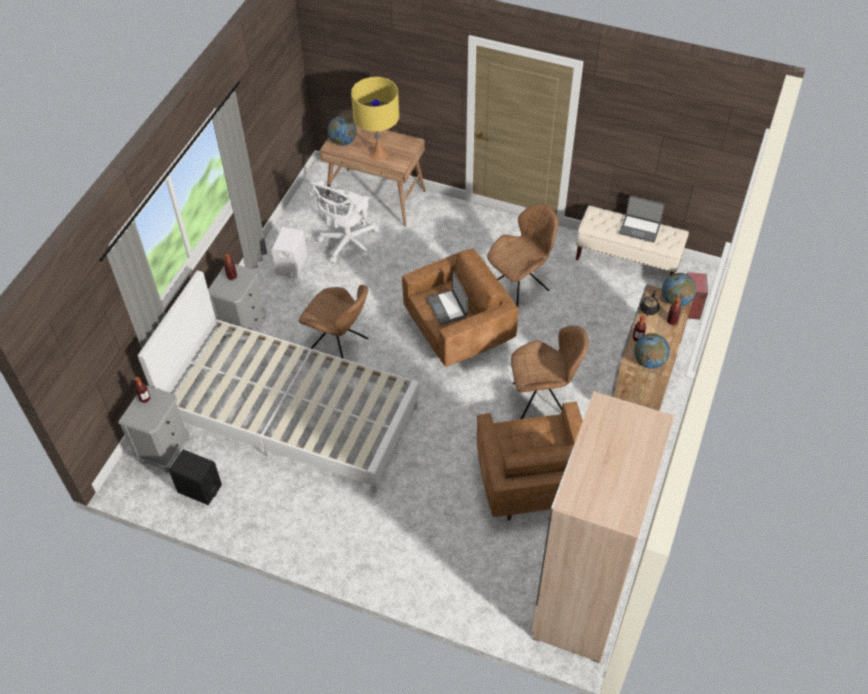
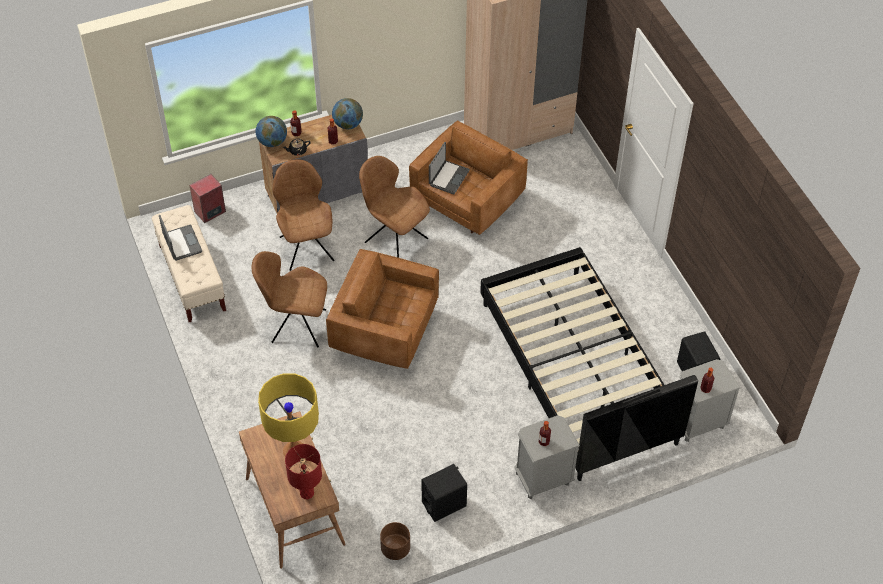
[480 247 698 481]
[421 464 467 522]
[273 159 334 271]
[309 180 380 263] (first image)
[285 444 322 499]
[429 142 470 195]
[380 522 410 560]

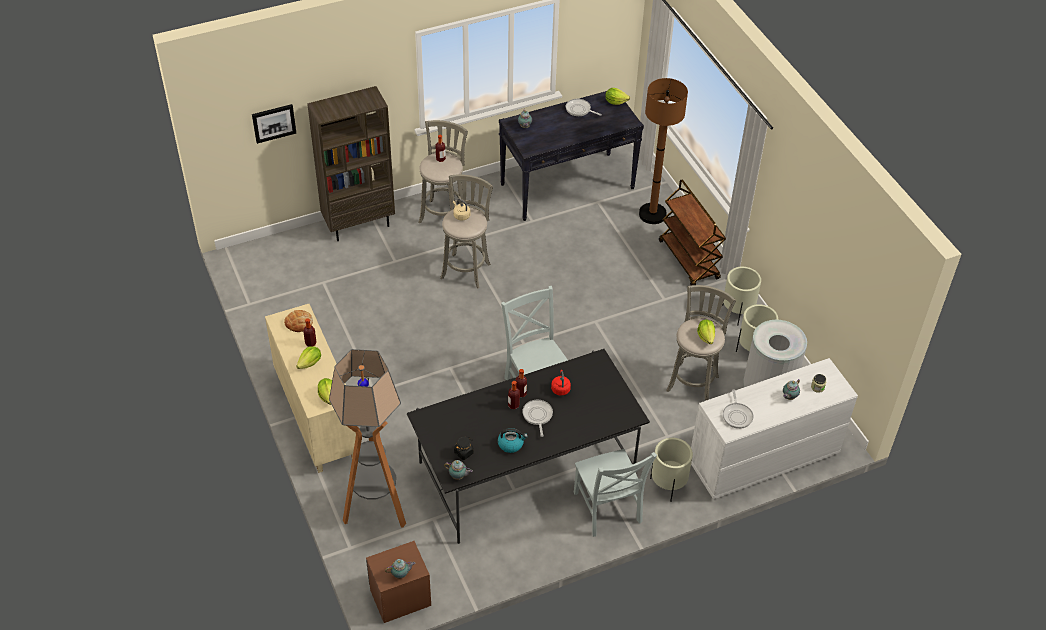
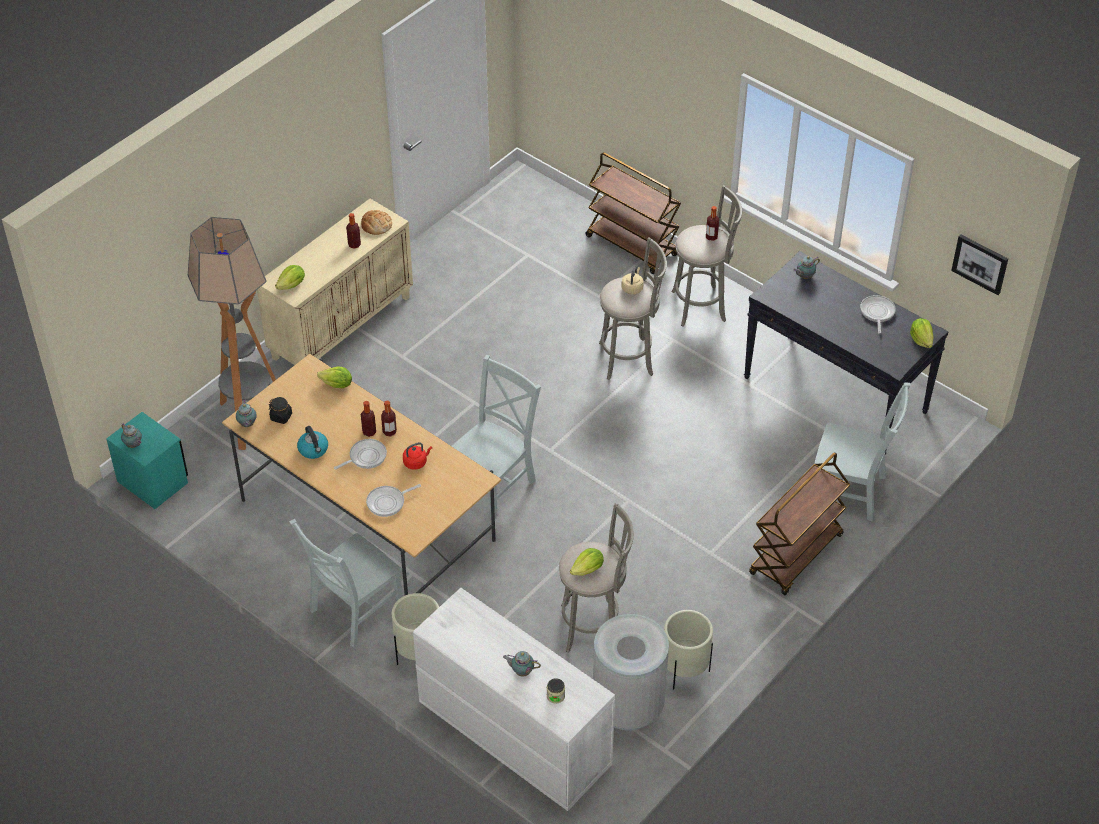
[951 234 1008 295]
[317 367 352 388]
[586 152 681 274]
[106 412 188 509]
[222 354 501 595]
[814 383 911 522]
[722 267 761 326] (first image)
[366 484 421 517]

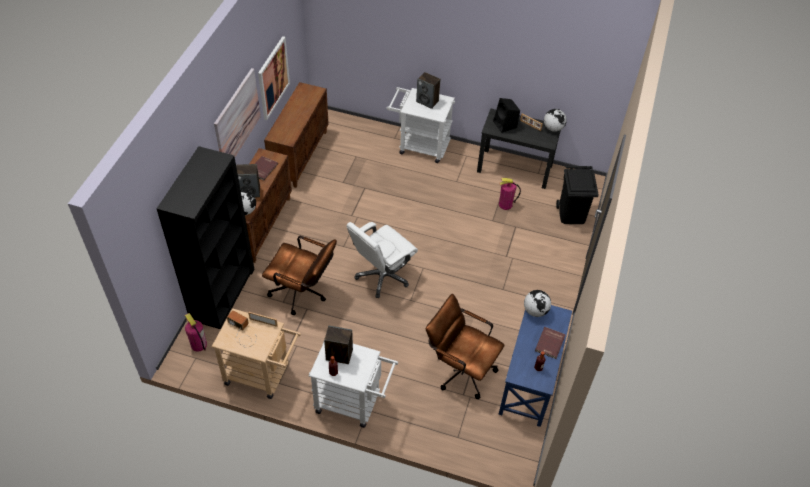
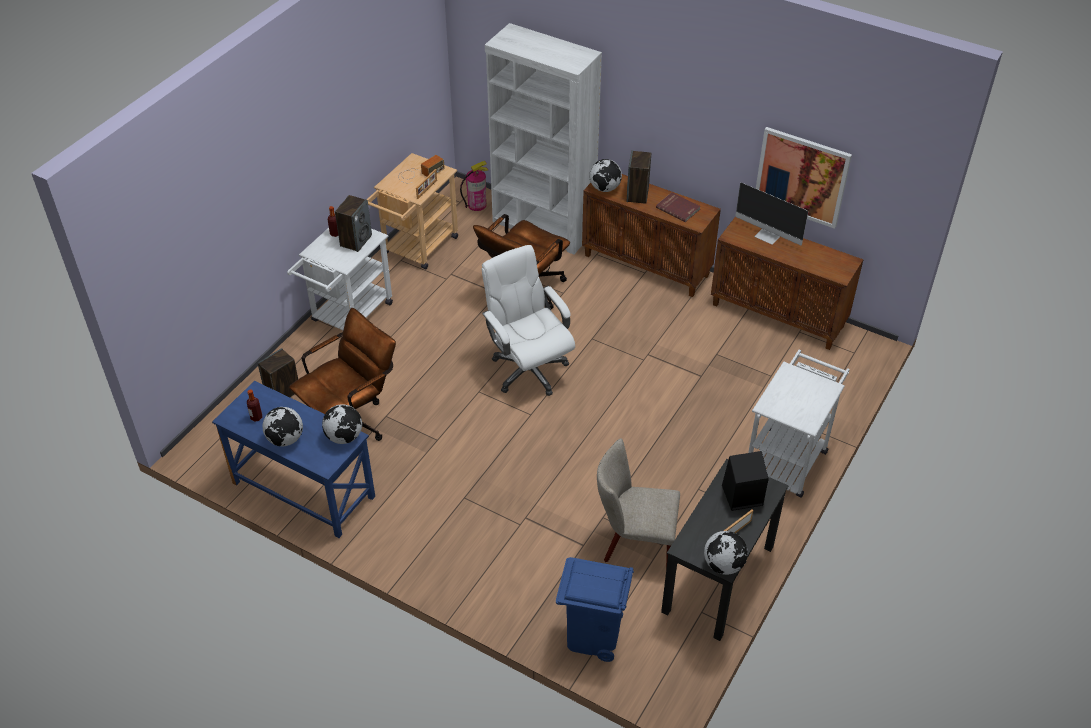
[485 23 602 254]
[214 68 261 157] (first image)
[258 348 298 397]
[597 438 680 569]
[262 407 303 447]
[556 557 634 662]
[735 182 808 245]

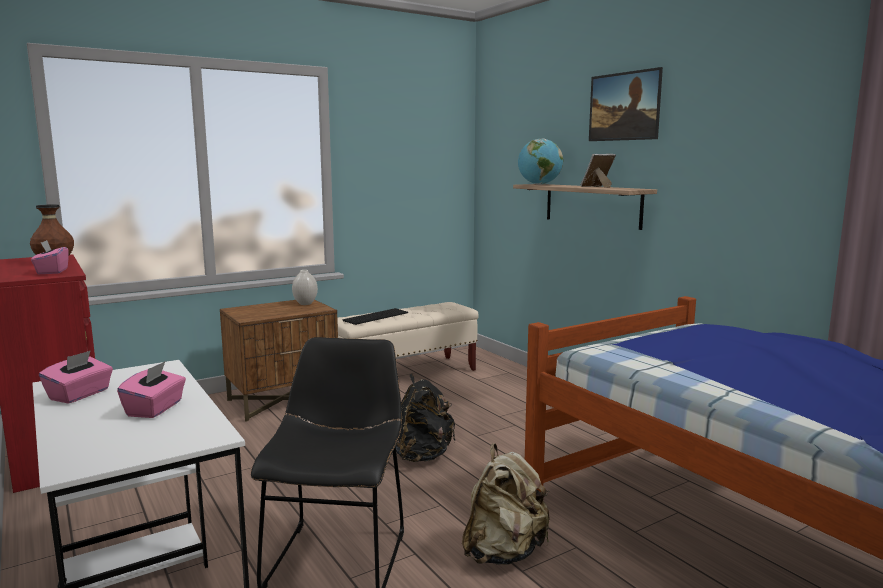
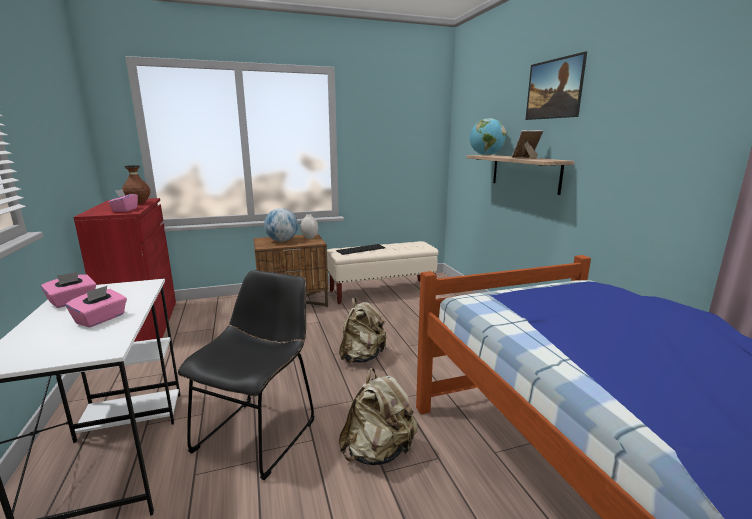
[339 298 387 363]
[264 208 298 242]

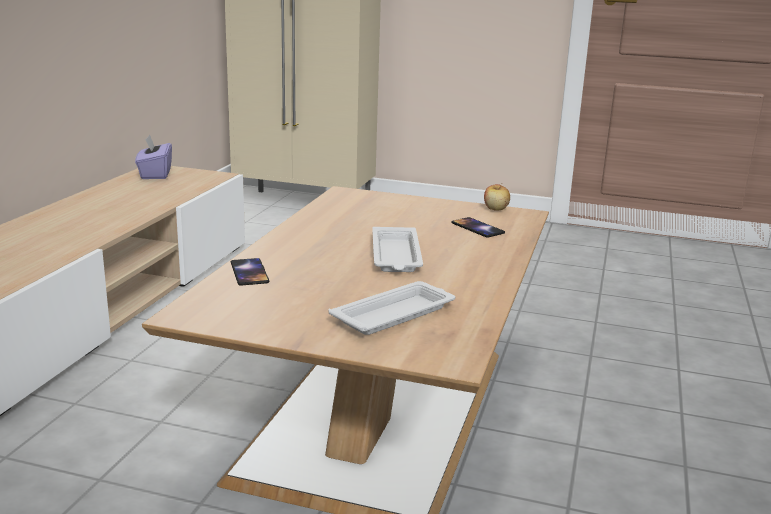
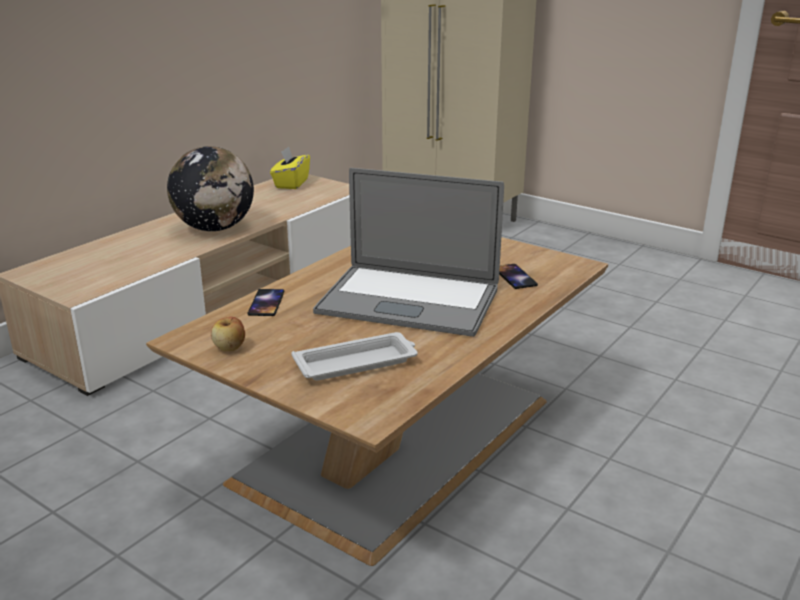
[270 146 310 189]
[313 168 504 337]
[211 317 245 351]
[167 146 254 231]

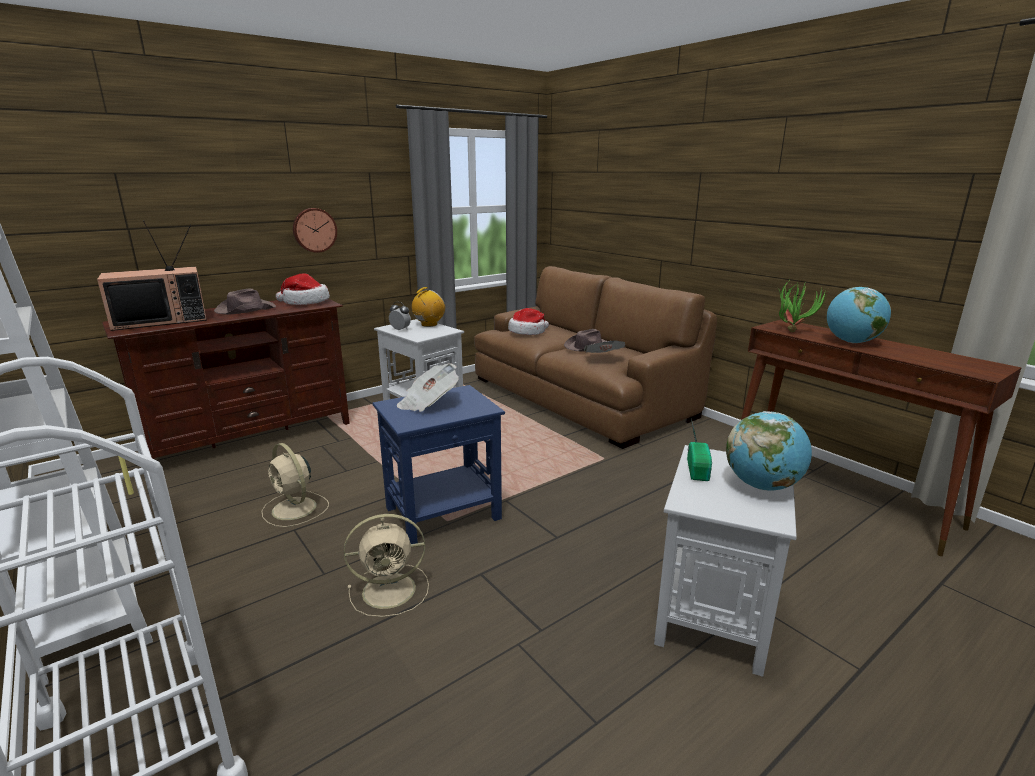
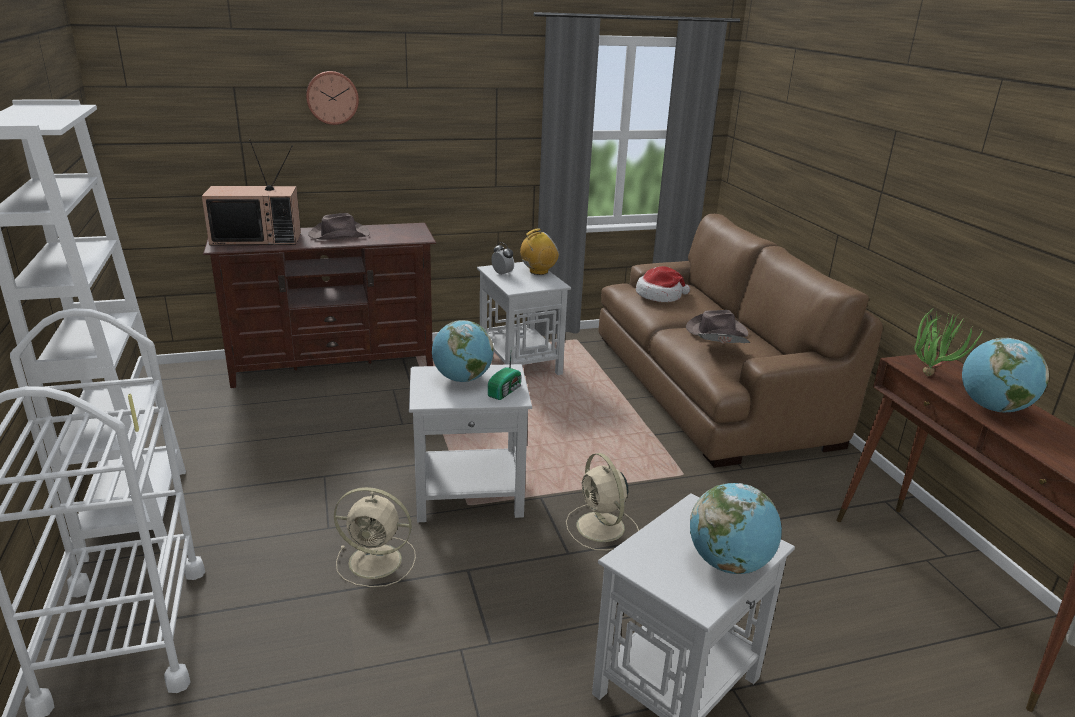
[566 453 639 551]
[276 273 330 305] (first image)
[306 71 359 125]
[409 364 532 522]
[432 320 494 382]
[488 353 522 400]

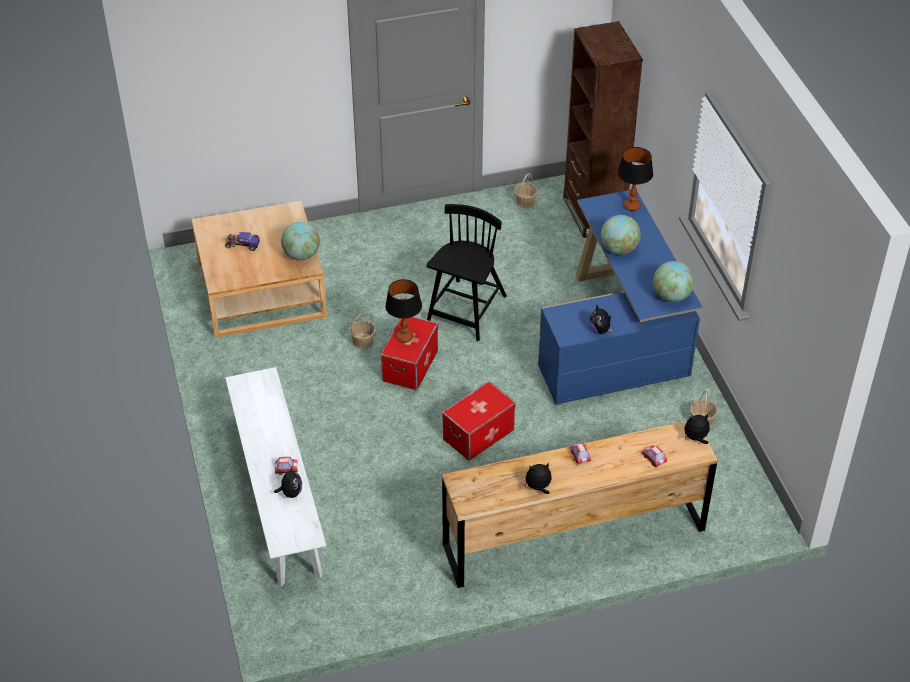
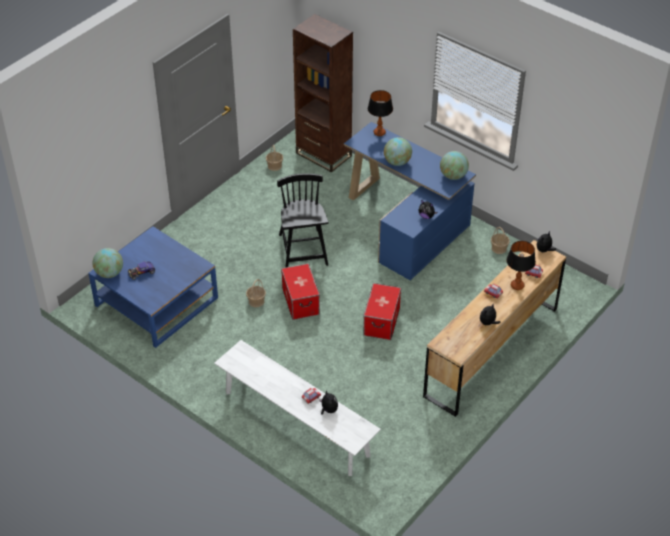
[88 226 218 348]
[93 248 123 278]
[506 241 536 290]

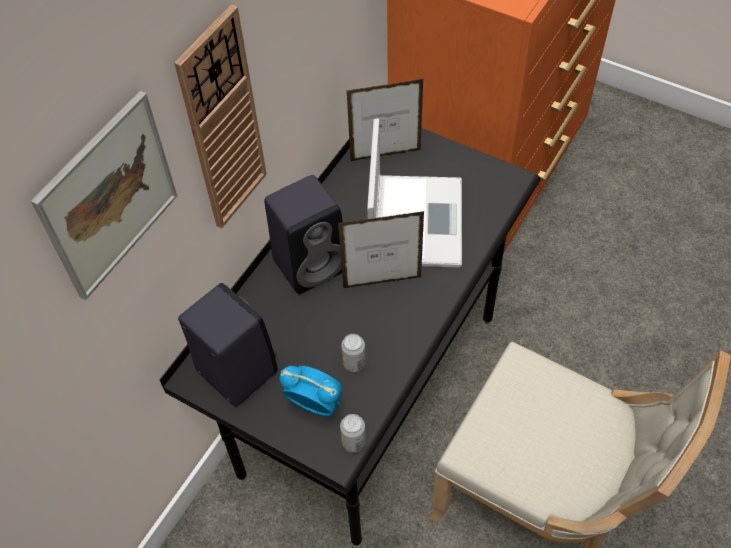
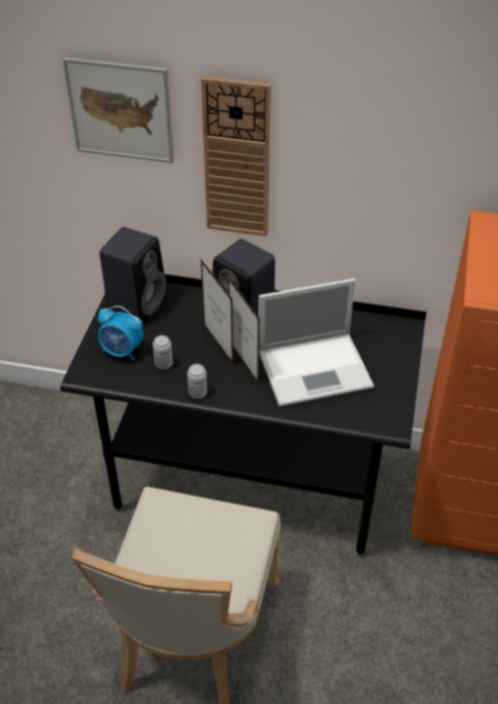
[98 306 143 361]
[187 364 207 399]
[200 258 234 365]

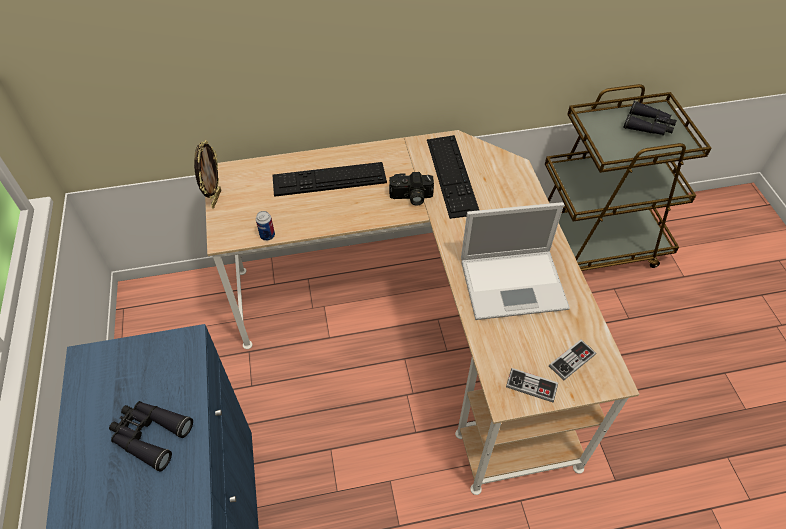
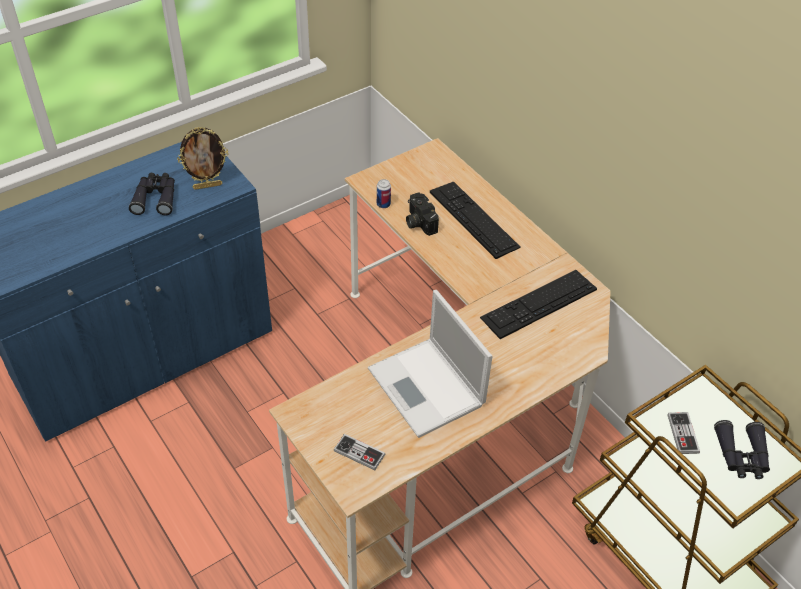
[177 127 228 190]
[406 192 439 236]
[668 412 700 454]

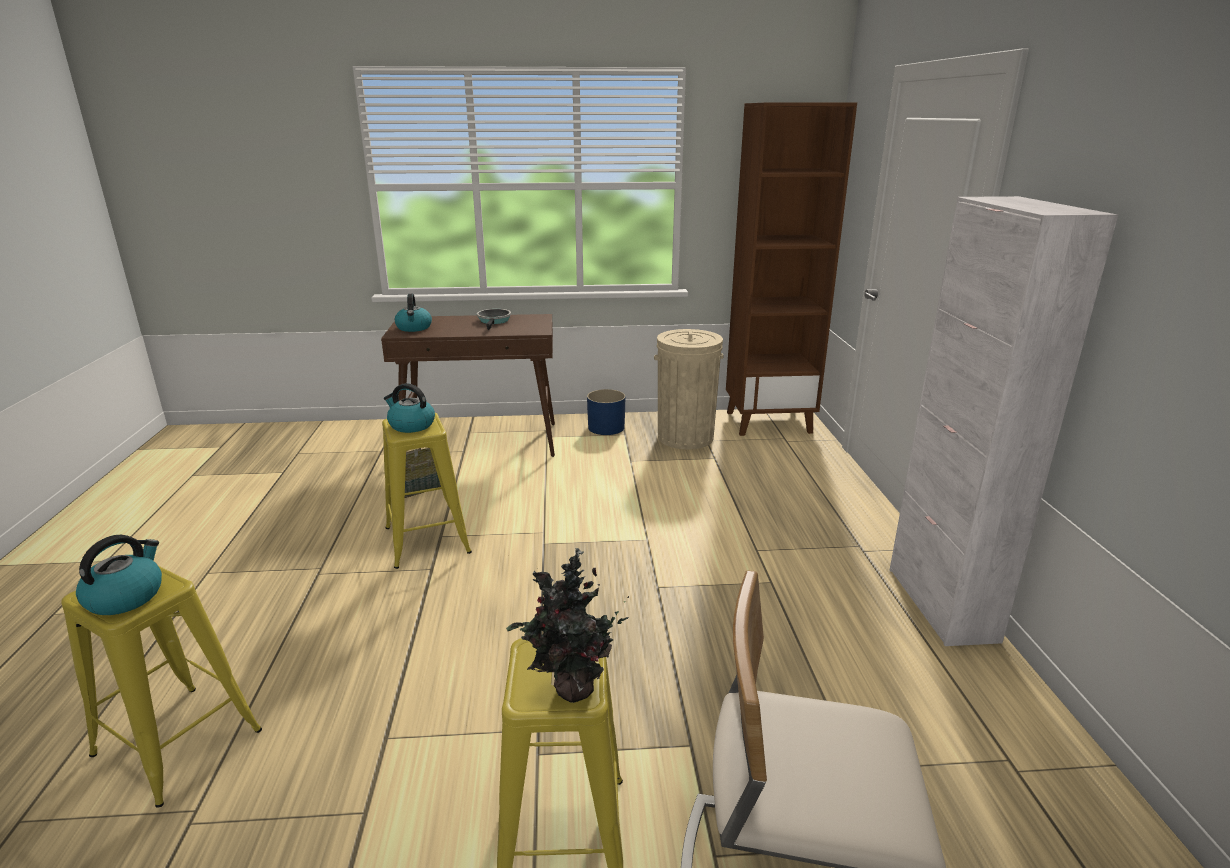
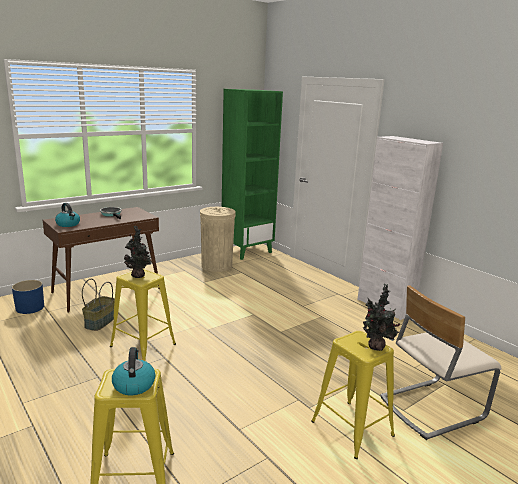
[124 226 152 278]
[12 280 44 314]
[222 89 283 260]

